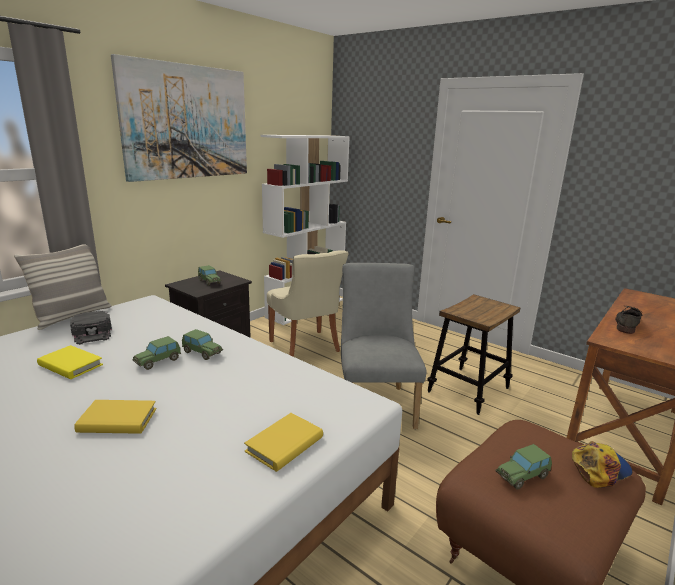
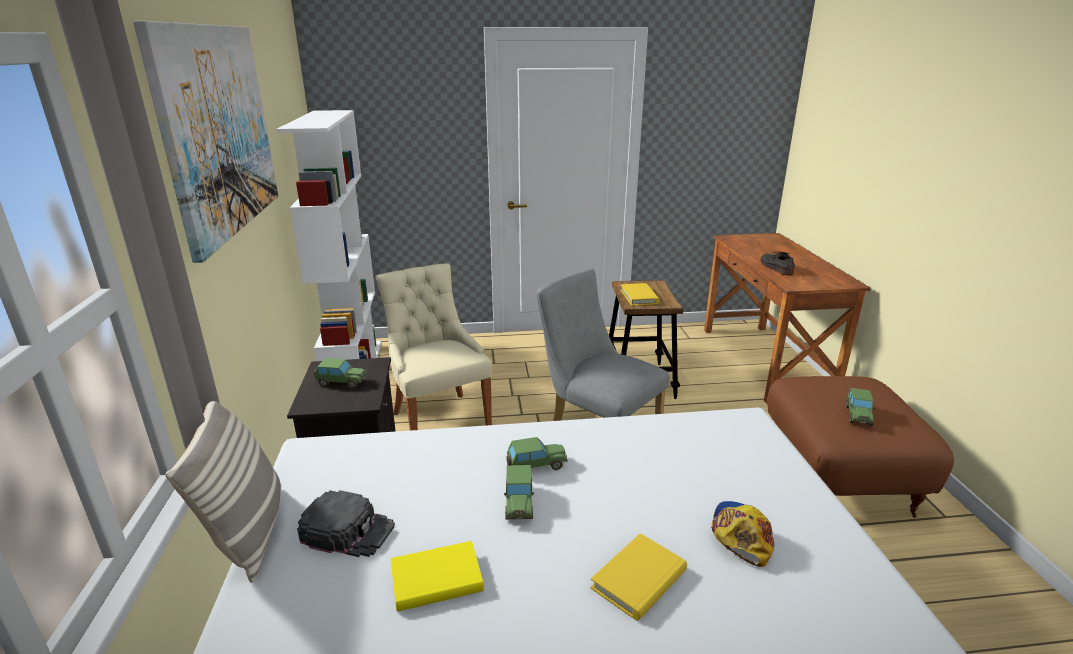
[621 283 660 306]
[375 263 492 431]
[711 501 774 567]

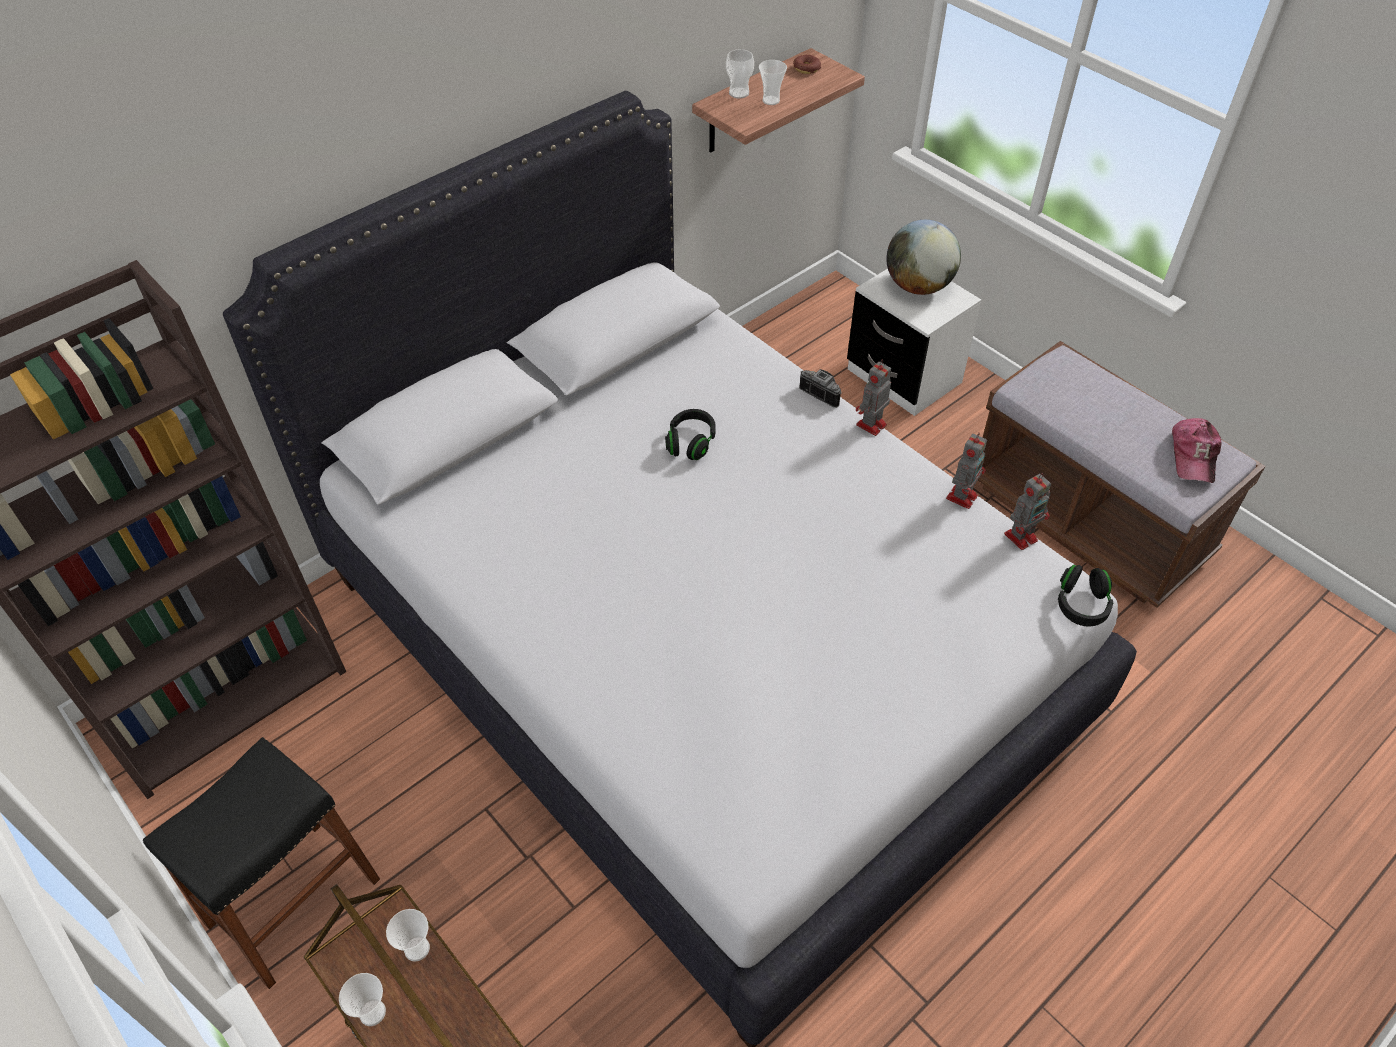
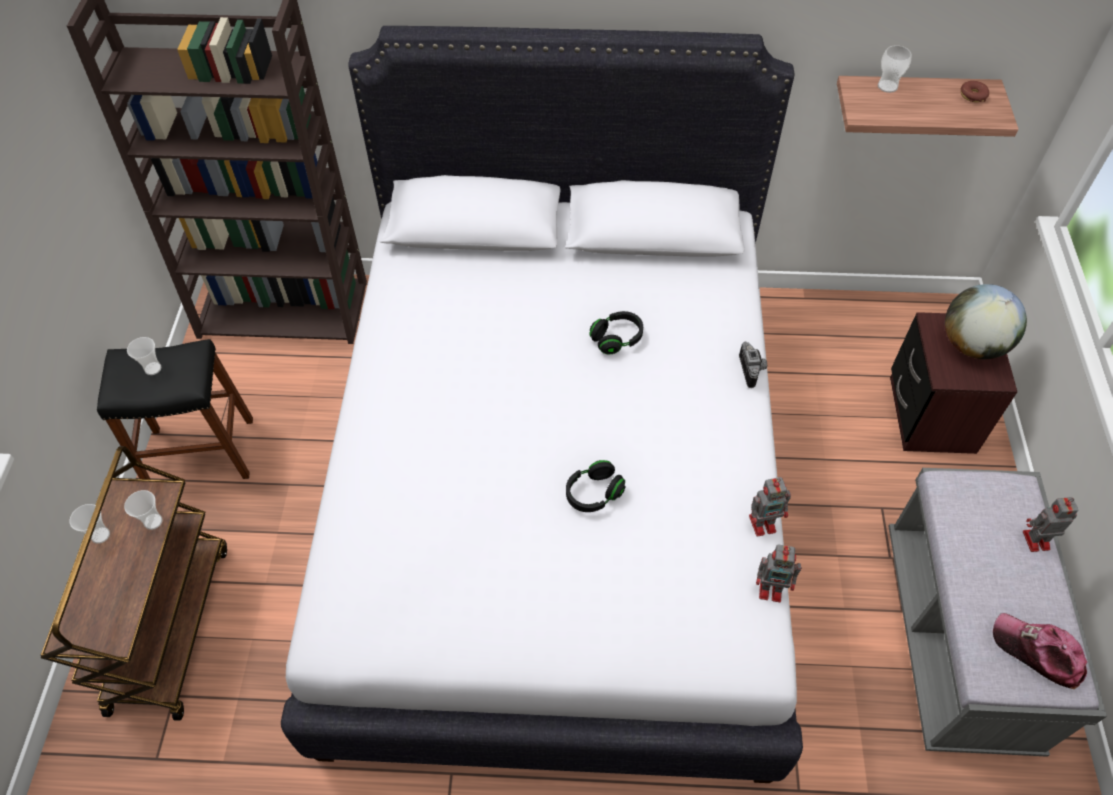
[127 337 161 375]
[890 312 1017 454]
[1023 497 1078 552]
[888 468 1107 757]
[566 460 626 512]
[993 613 1088 689]

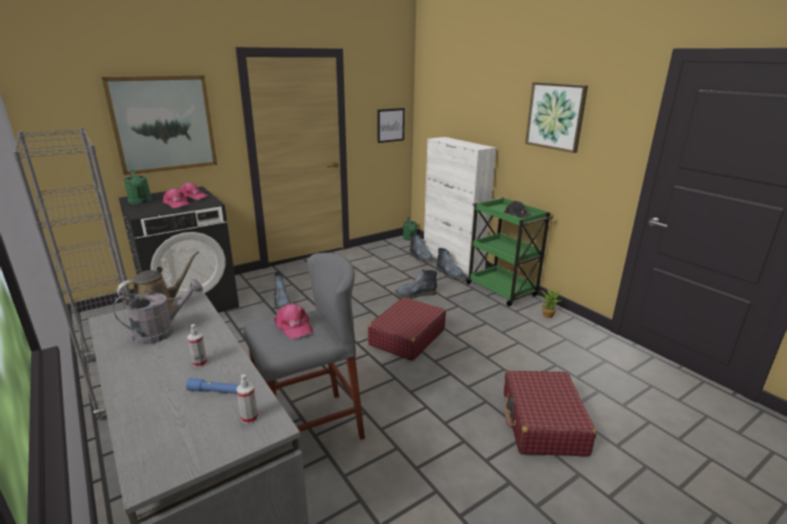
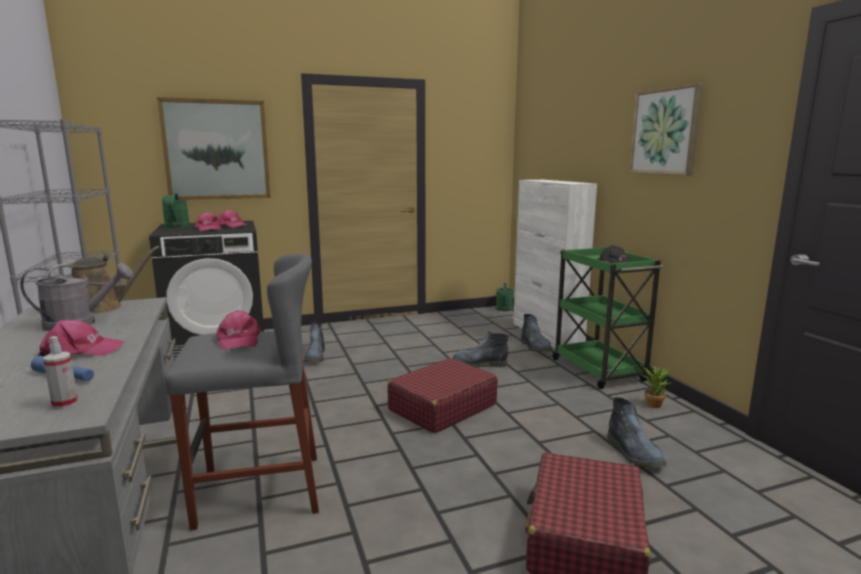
[38 320 124 357]
[377 108 405 143] (first image)
[607 397 667 467]

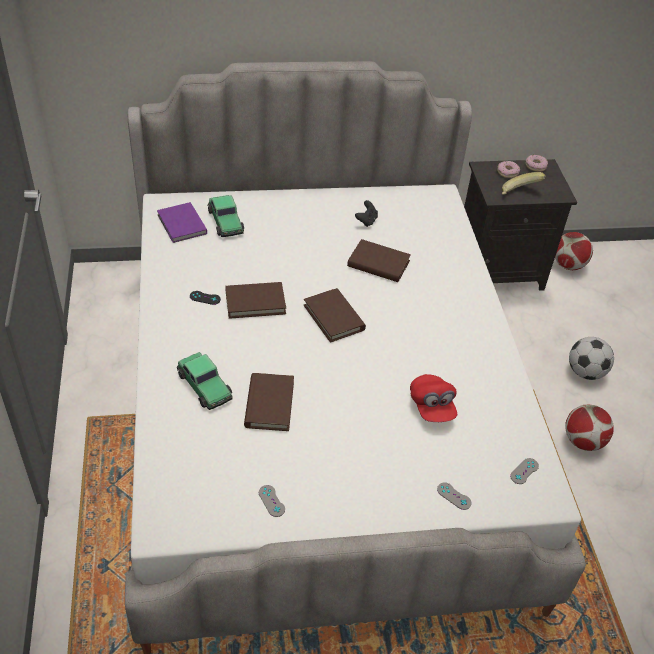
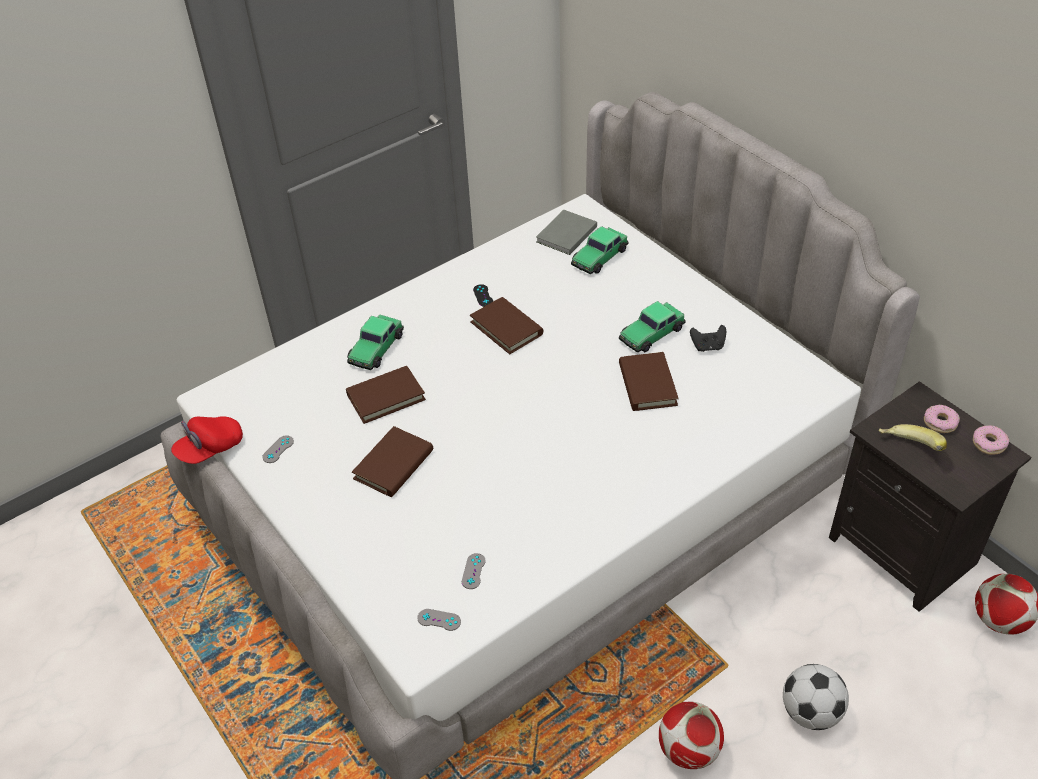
[536 210 597 255]
[352 426 433 497]
[171 416 243 464]
[462 553 486 589]
[619 301 686 352]

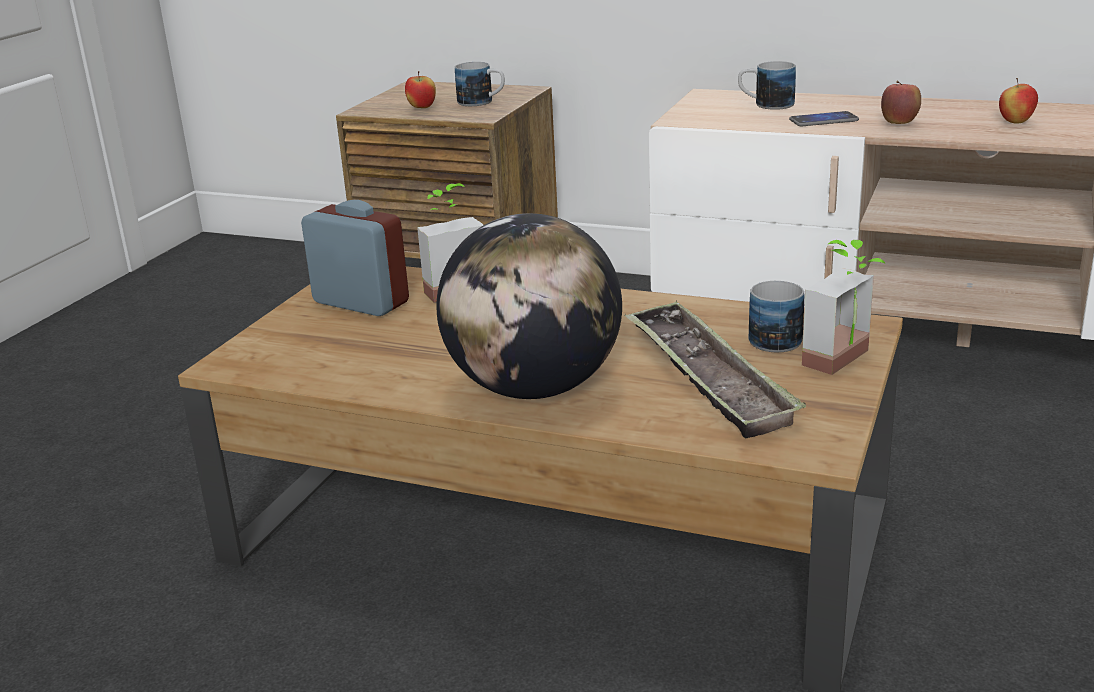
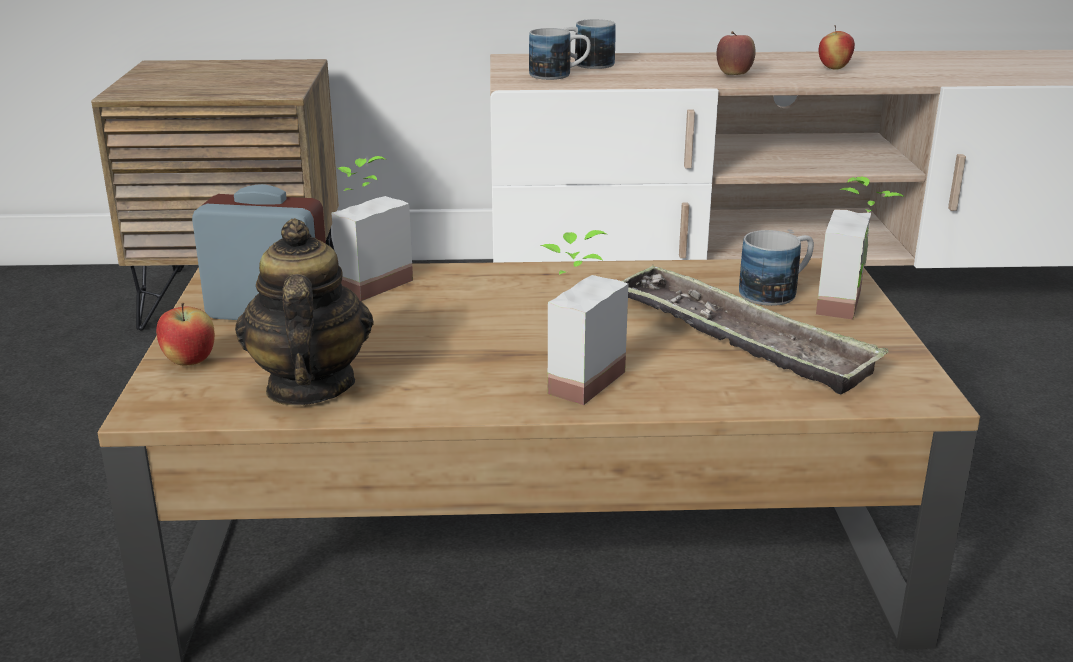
[156 303 215 365]
[540 230 628 405]
[529 28 591 80]
[789 111 859 126] (first image)
[235 218 373 405]

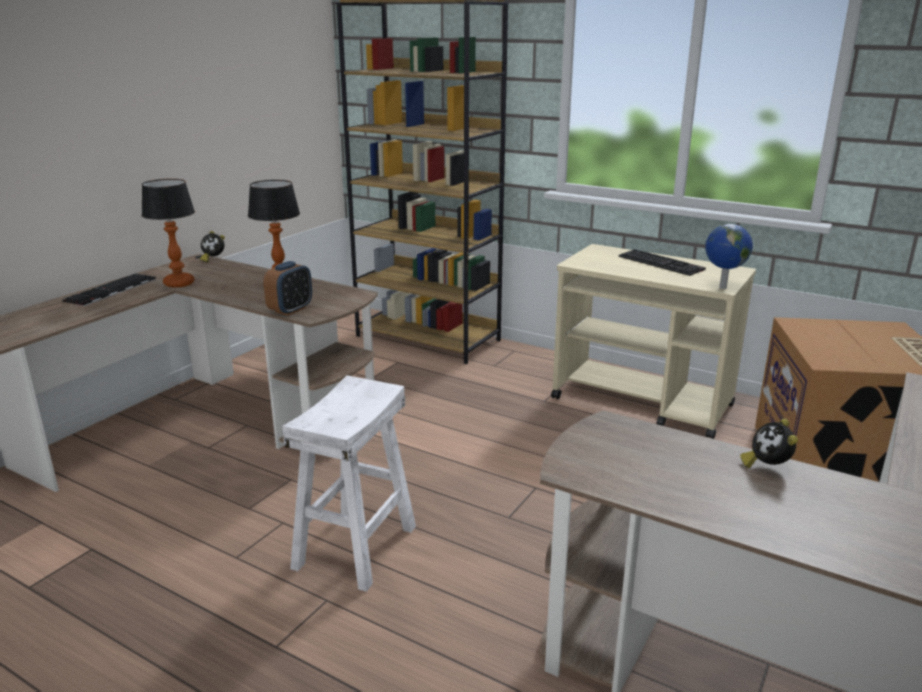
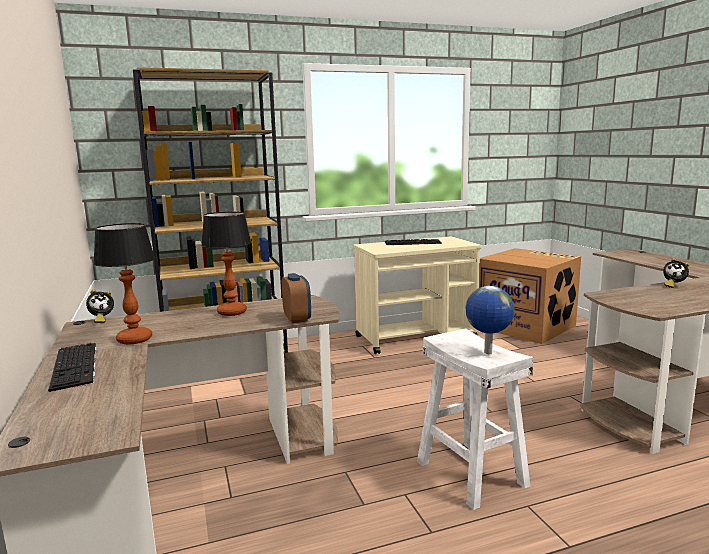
[466 286 515 354]

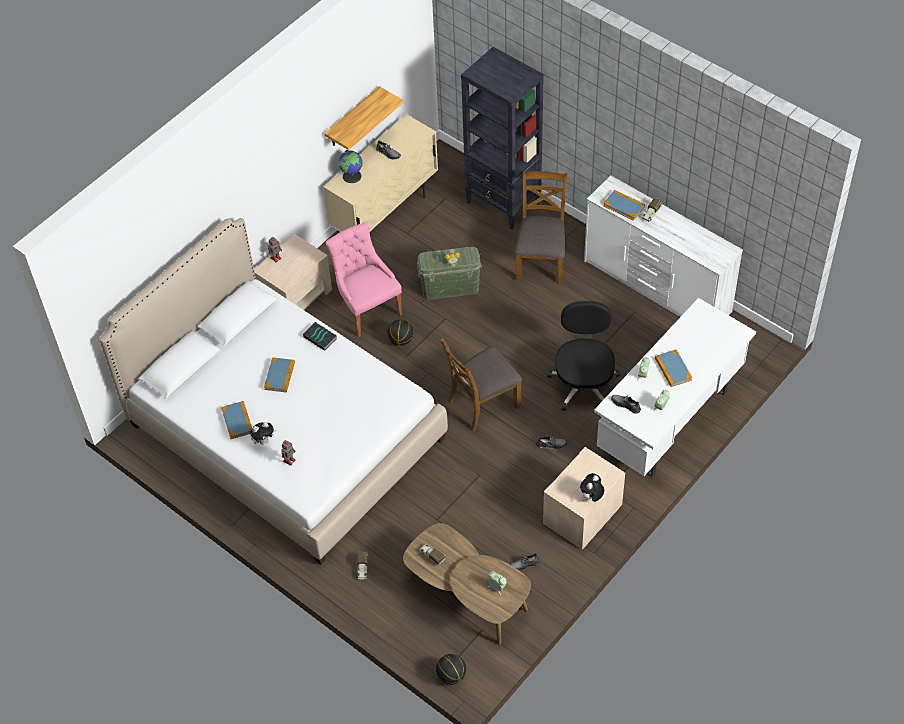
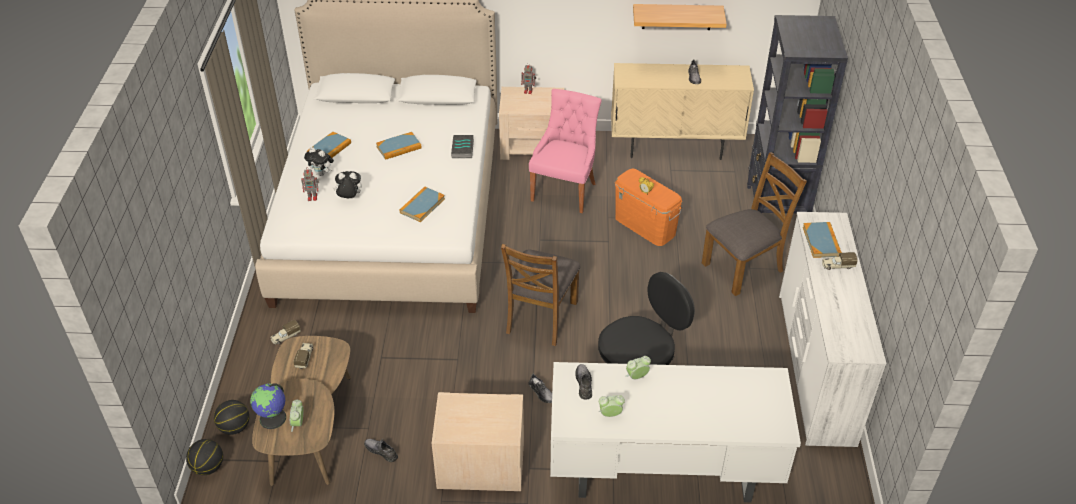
[250 383 286 429]
[214 400 250 435]
[615 169 682 246]
[501 244 581 346]
[333 171 362 198]
[399 186 445 222]

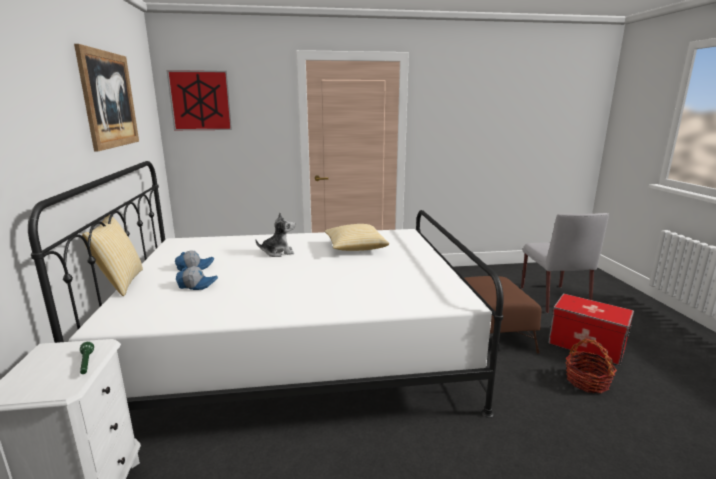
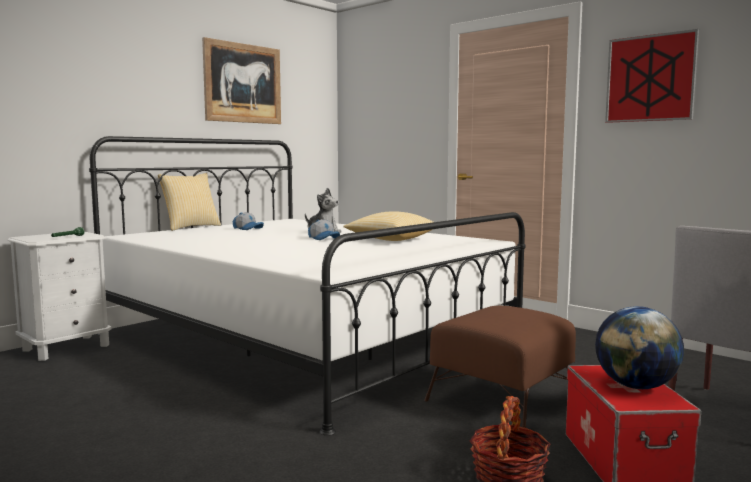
[605 29 699 123]
[308 219 340 240]
[595 306 684 389]

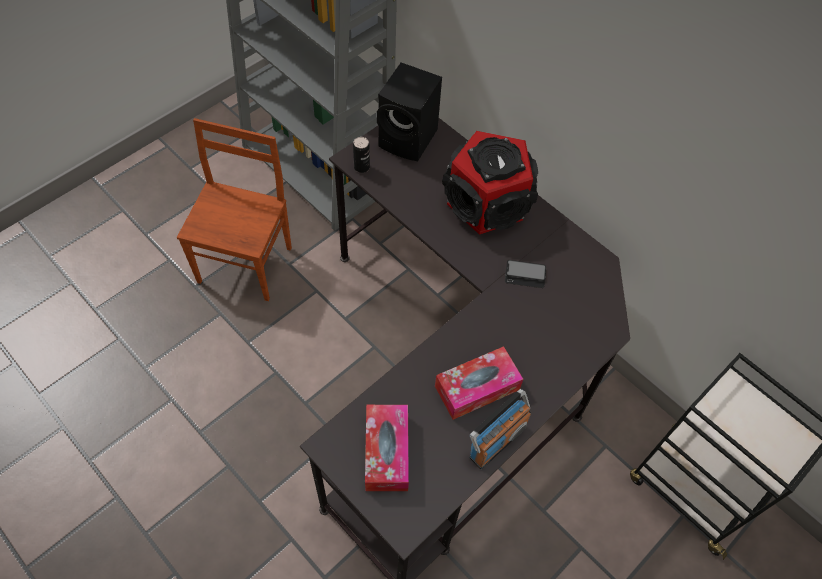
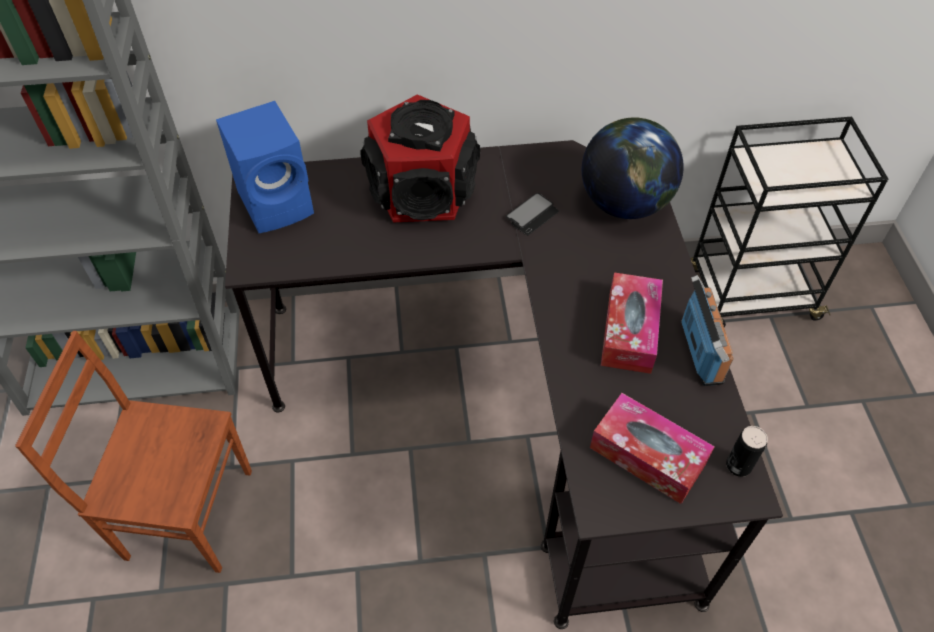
[15 331 252 573]
[726 426 768 477]
[216 101 314 233]
[581 117 684 219]

